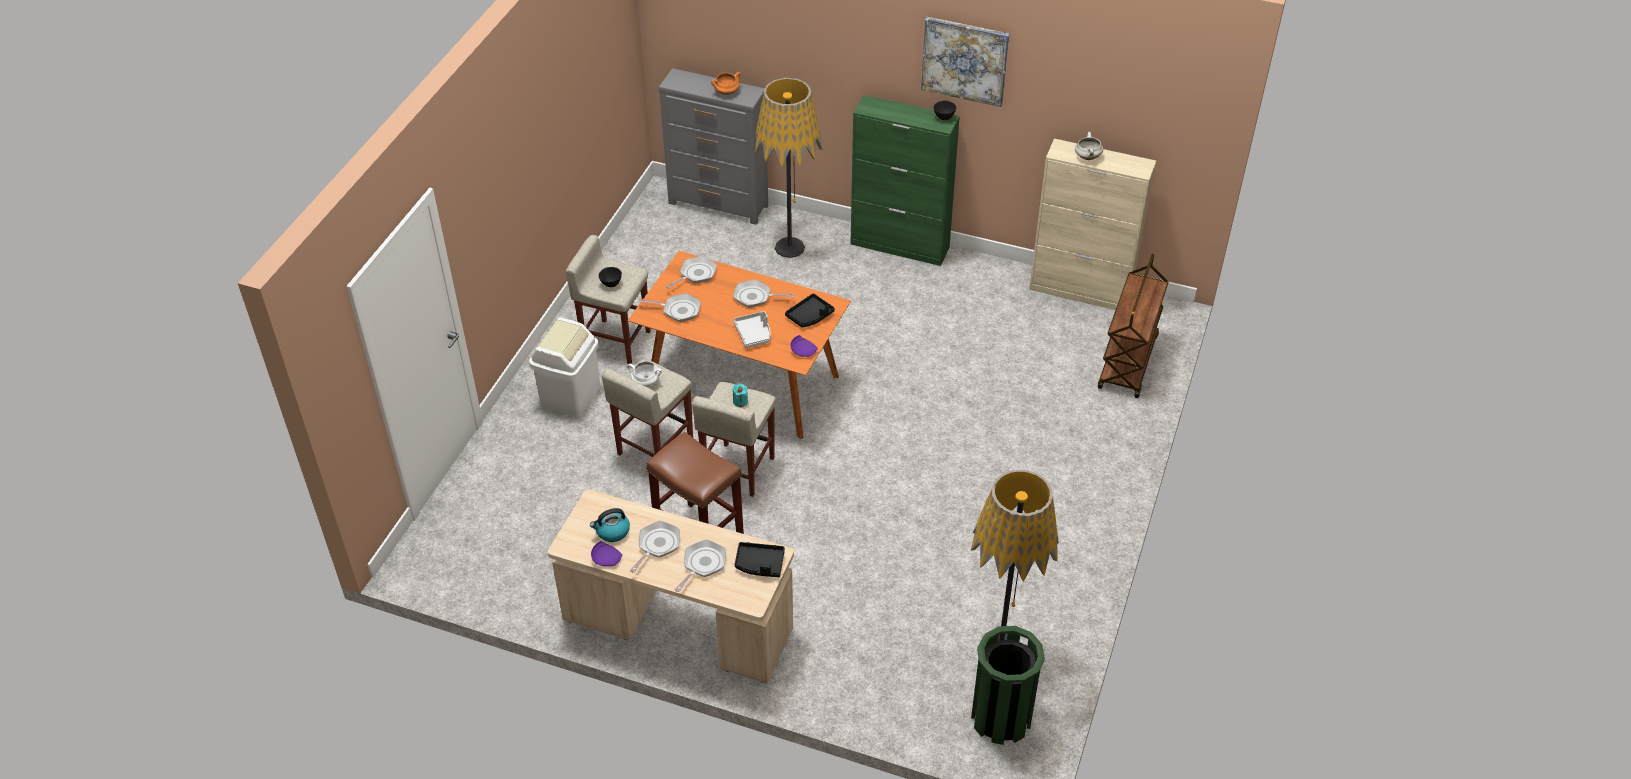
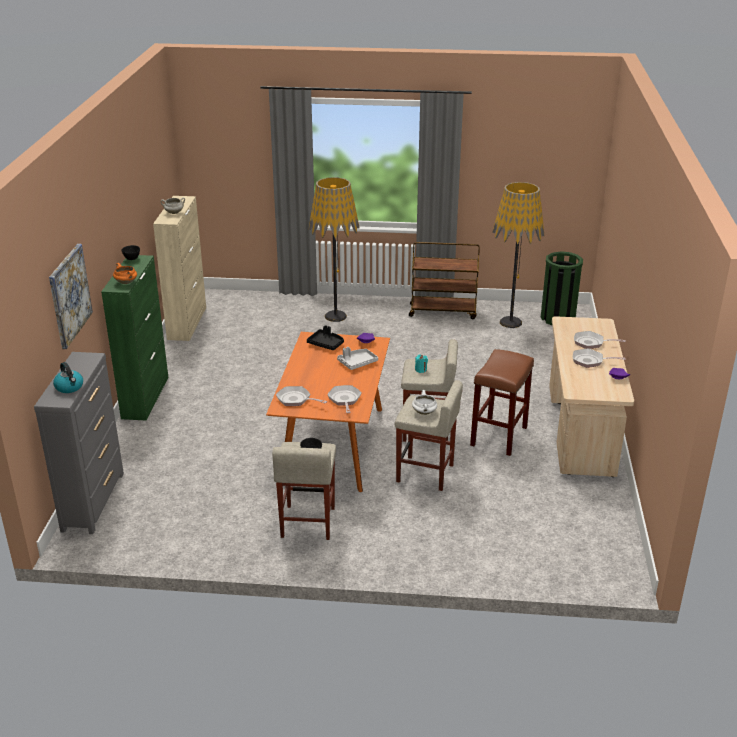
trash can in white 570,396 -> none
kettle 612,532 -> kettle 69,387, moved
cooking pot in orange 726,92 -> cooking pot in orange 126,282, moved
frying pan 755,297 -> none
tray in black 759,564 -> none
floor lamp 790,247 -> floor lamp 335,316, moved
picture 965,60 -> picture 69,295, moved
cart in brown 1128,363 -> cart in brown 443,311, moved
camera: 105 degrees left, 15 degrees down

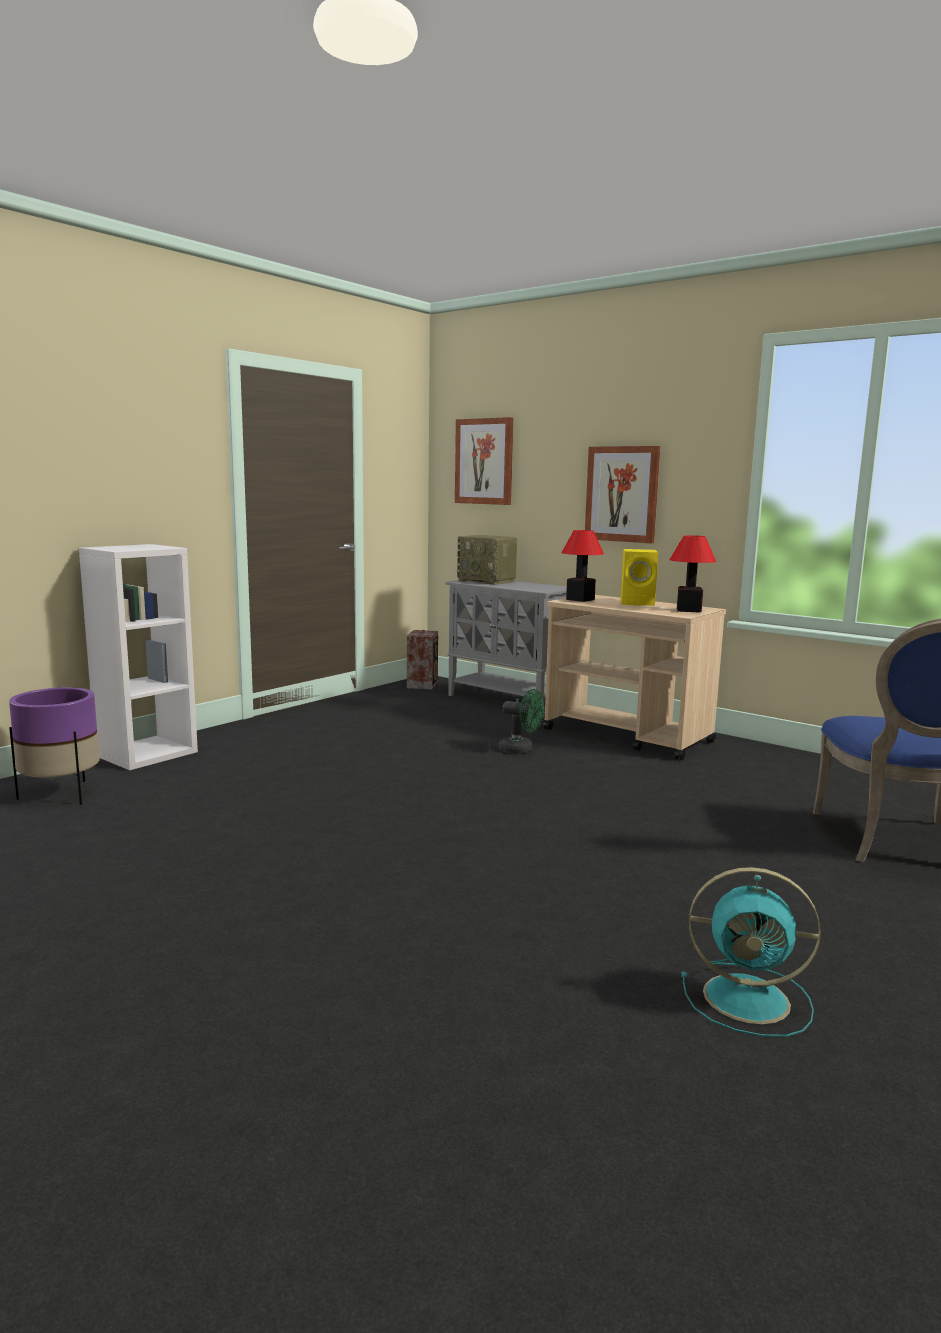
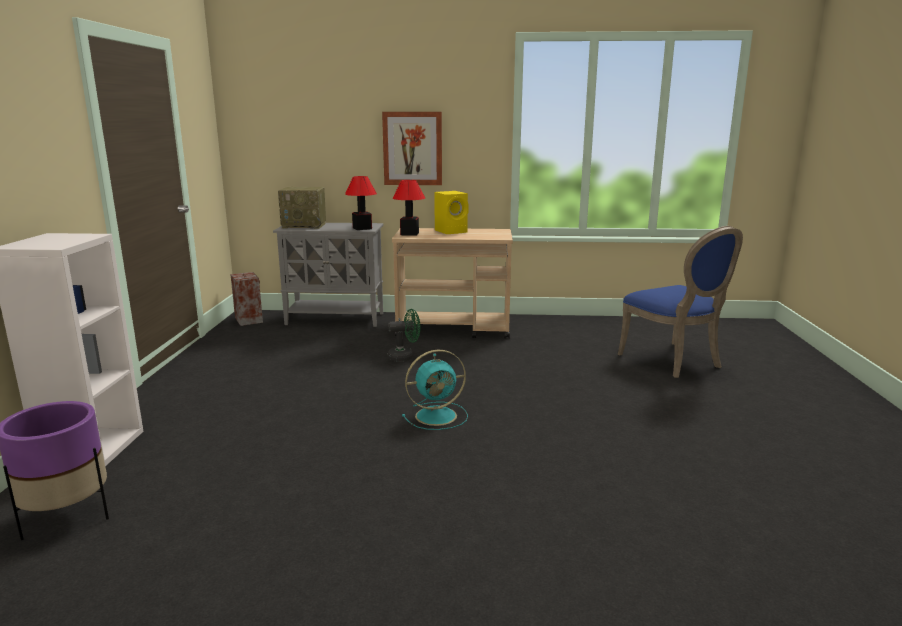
picture 484,461 -> none
table lamp 689,610 -> table lamp 362,228, moved
fan in turquoise 750,999 -> fan in turquoise 438,416, moved
camera: 35 degrees left, 5 degrees up

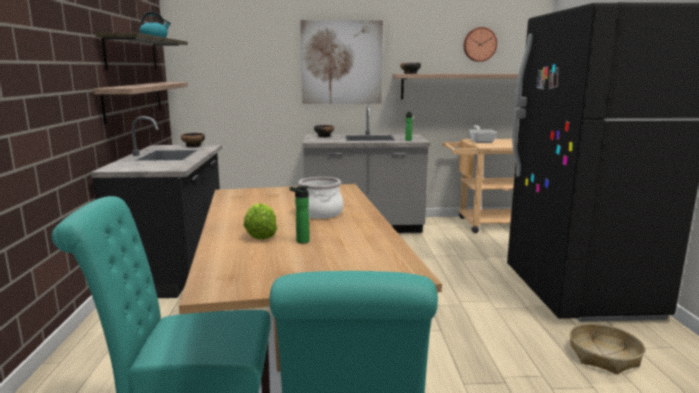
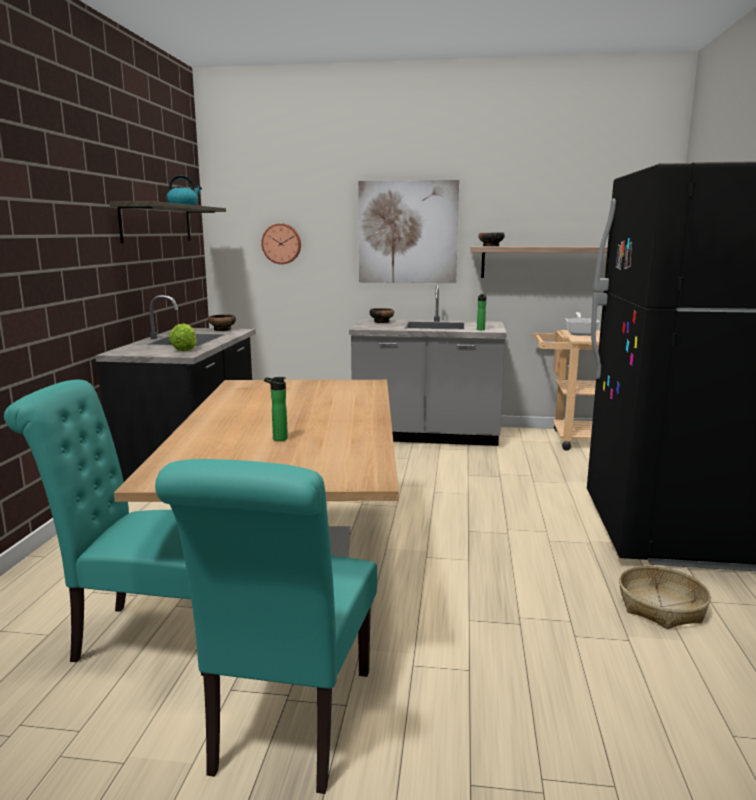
shelf 134,100 -> none
lettuce 260,235 -> lettuce 185,349, moved
cooking pot 319,213 -> none
wall clock 479,44 -> wall clock 282,243, moved
camera: 10 degrees right, 0 degrees up

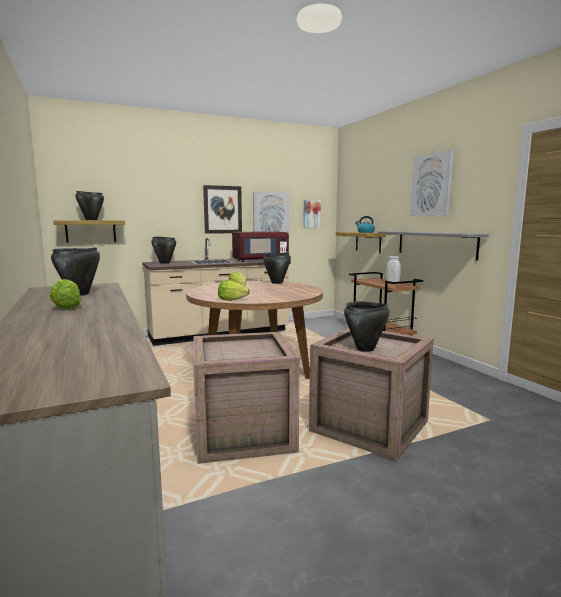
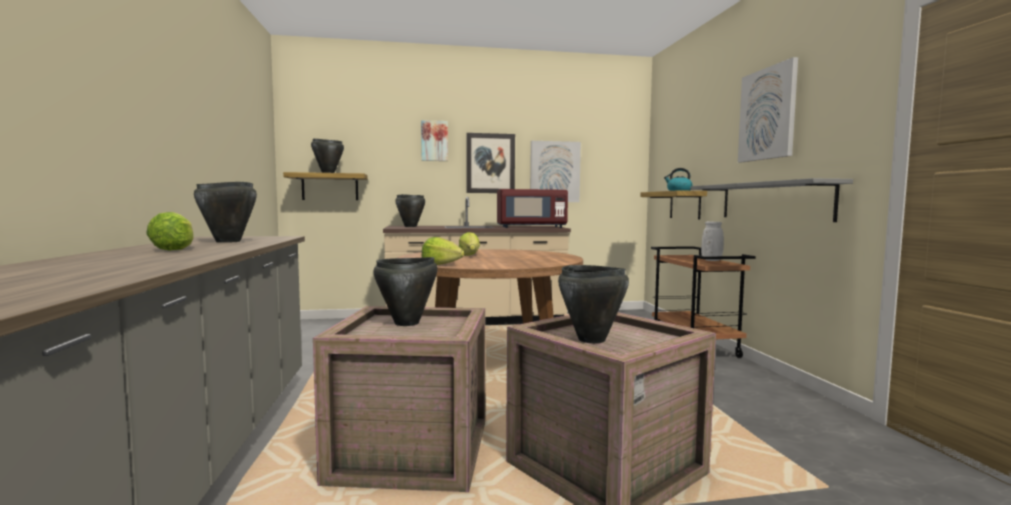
cooking pot in black 277,282 -> cooking pot in black 407,323, moved
picture 311,214 -> picture 434,141, moved
camera: 15 degrees right, 5 degrees down

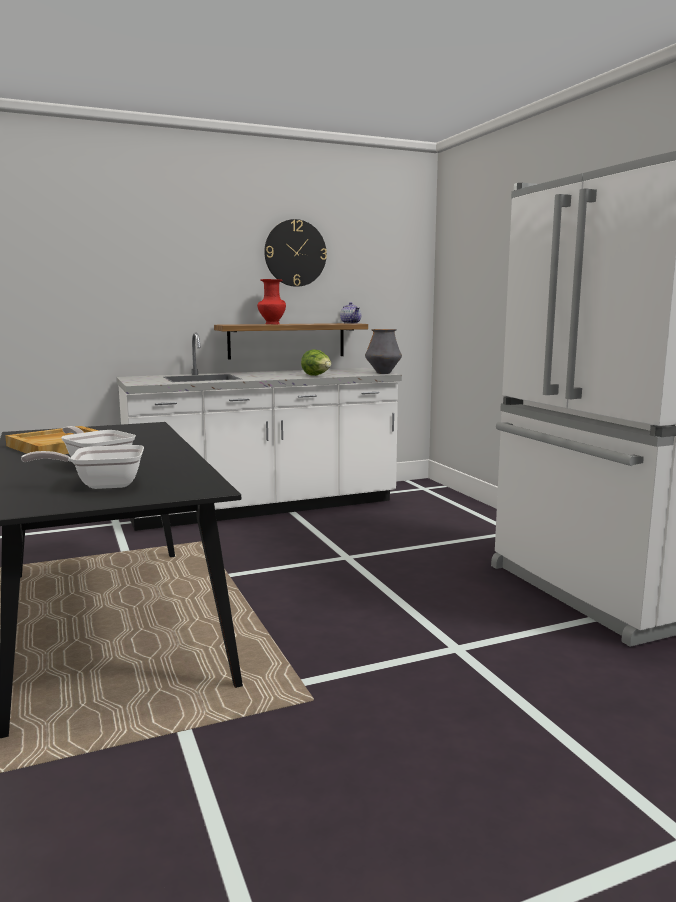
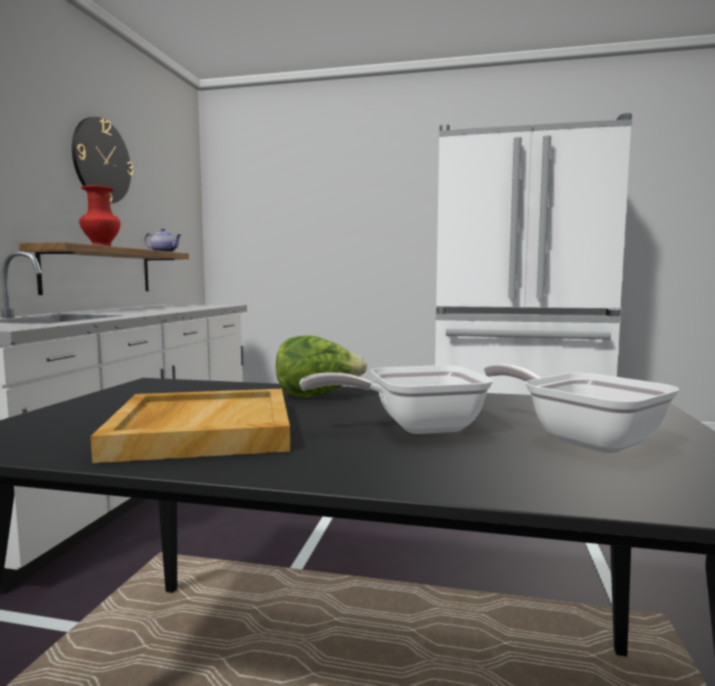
frying pan 101,485 -> frying pan 582,438, 120 degrees clockwise
lettuce 317,375 -> lettuce 317,396, moved
vase 383,373 -> none
camera: 55 degrees left, 5 degrees down

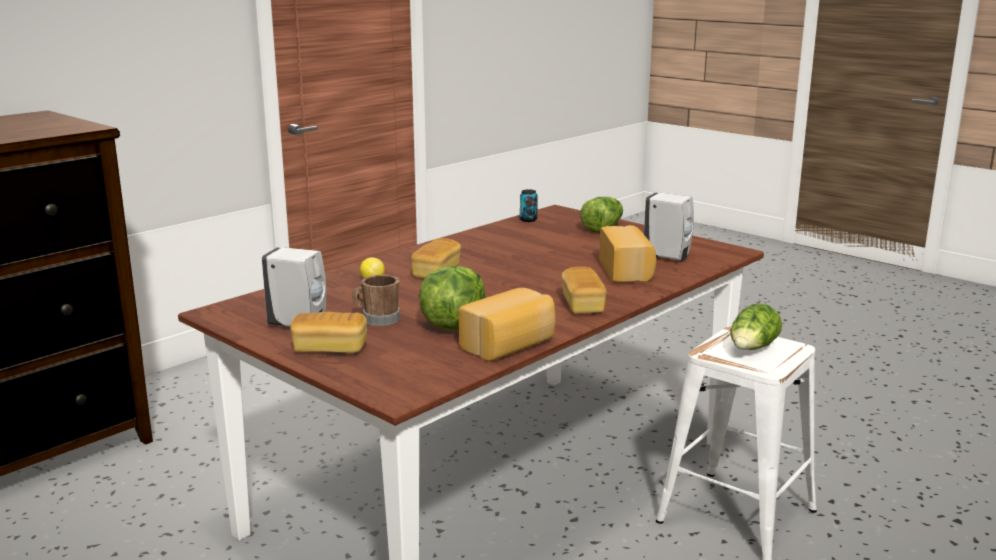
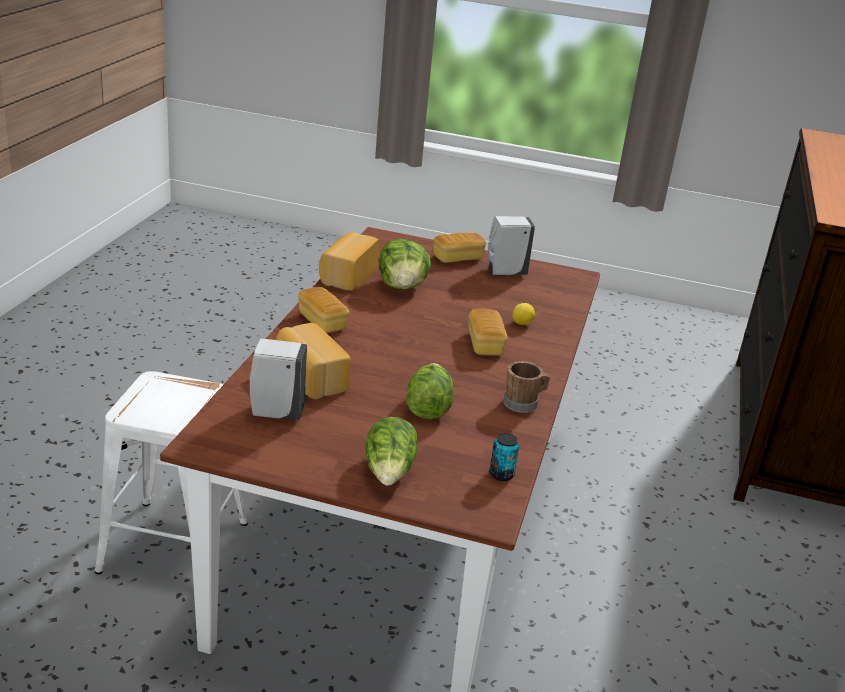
mug in brown 377,319 -> mug in brown 524,403, moved
lettuce 752,349 -> lettuce 428,406, moved
camera: 150 degrees right, 10 degrees up

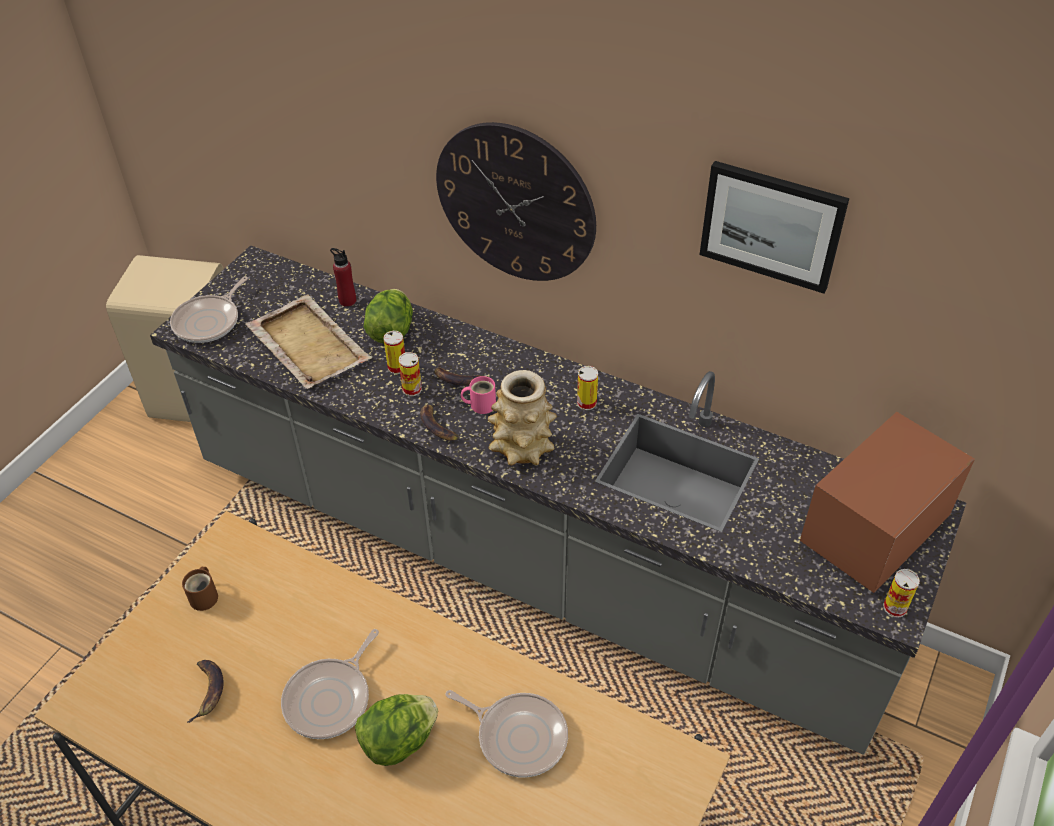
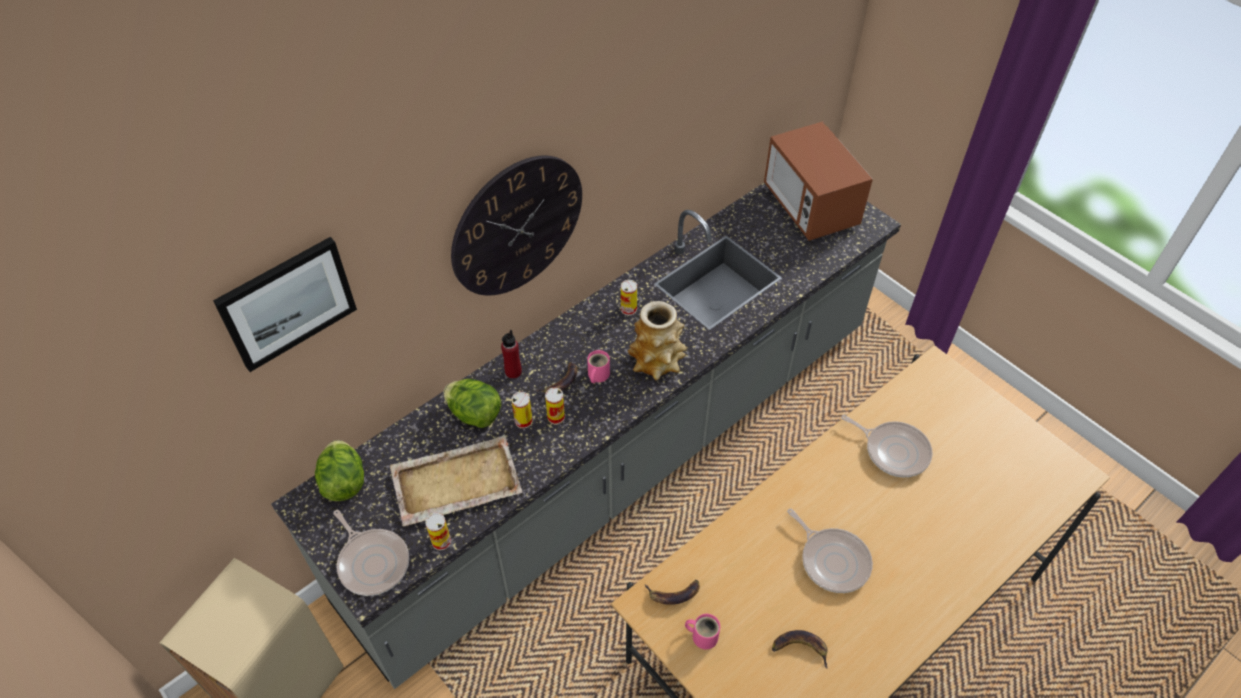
mug in brown 205,596 -> mug in pink 702,635
bottle in red 347,300 -> bottle in red 513,372, moved
lettuce 398,741 -> lettuce 344,482, moved
banana 438,425 -> banana 673,594, moved
frying pan 518,736 -> frying pan 893,450, 75 degrees clockwise
picture 771,225 -> picture 287,302, moved
can 895,607 -> can 441,541, moved
camera: 70 degrees left, 5 degrees up

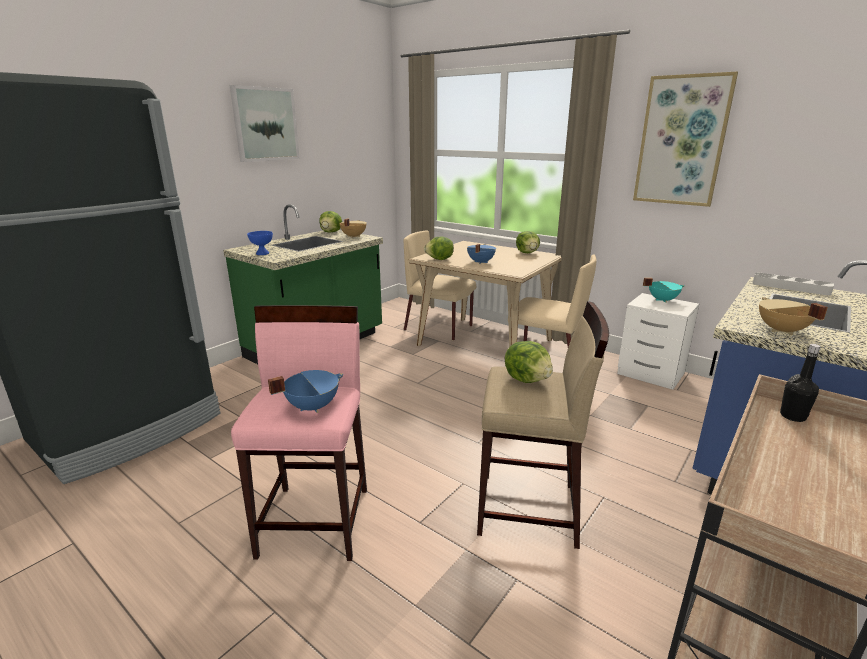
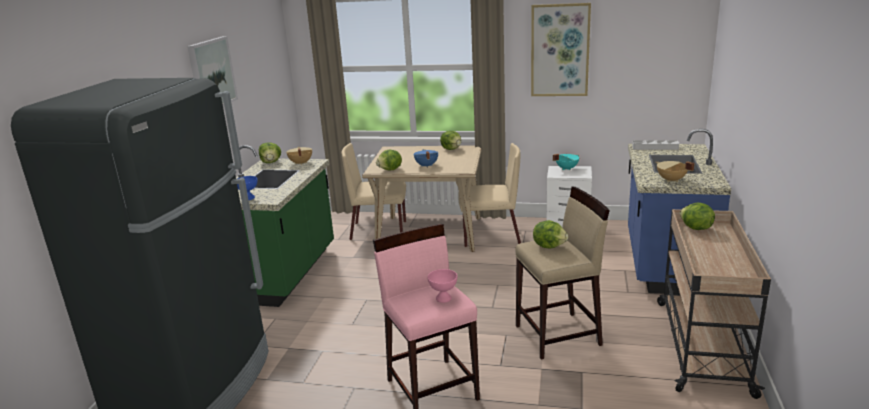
cooking pot in blue 312,406 -> bowl in pink 443,298
bottle in black 792,416 -> lettuce 695,228
camera: 25 degrees left, 0 degrees up

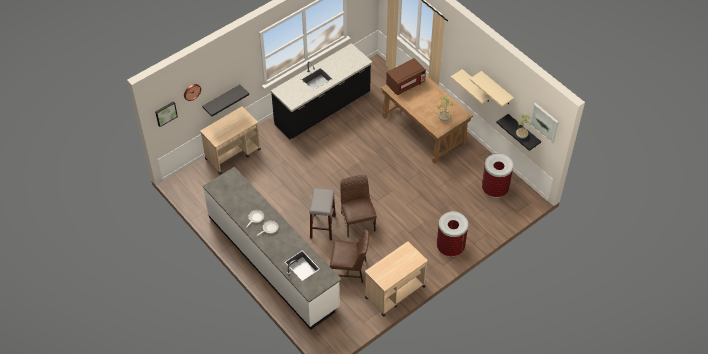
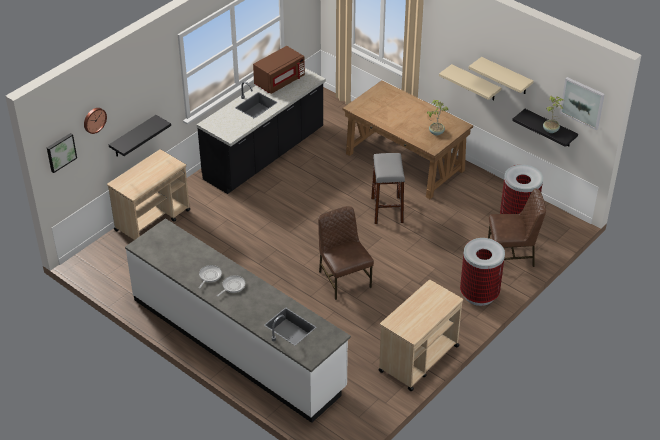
stool in grey 322,226 -> stool in grey 387,210, moved
chair in brown 349,270 -> chair in brown 511,255, moved
microwave in brown 405,83 -> microwave in brown 279,81, moved
camera: 10 degrees left, 10 degrees down

